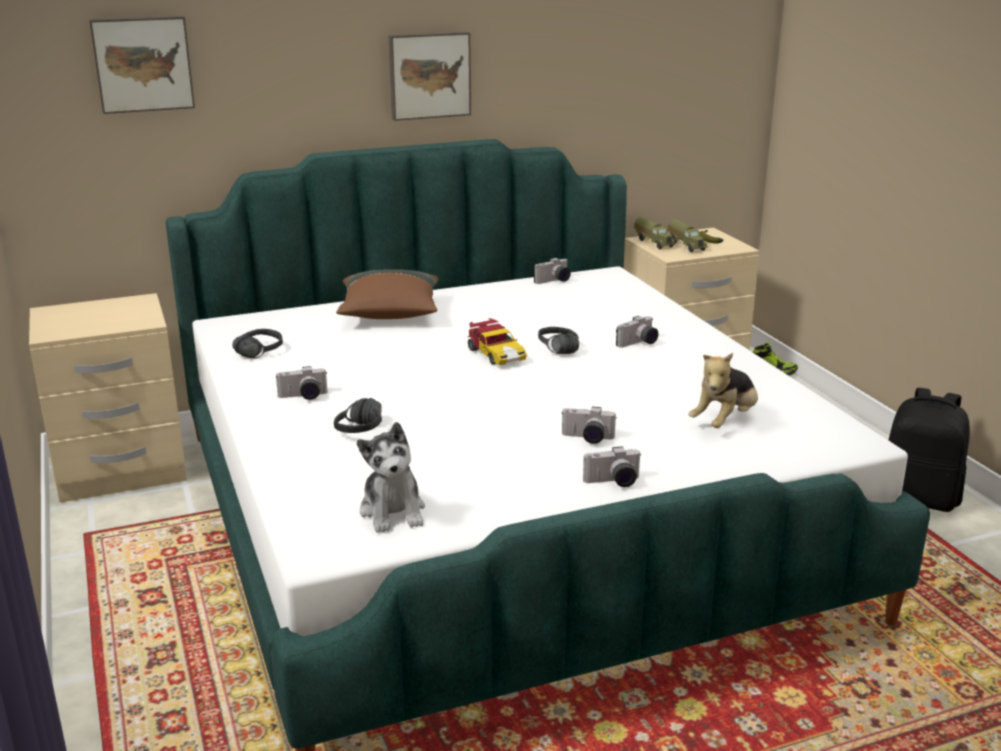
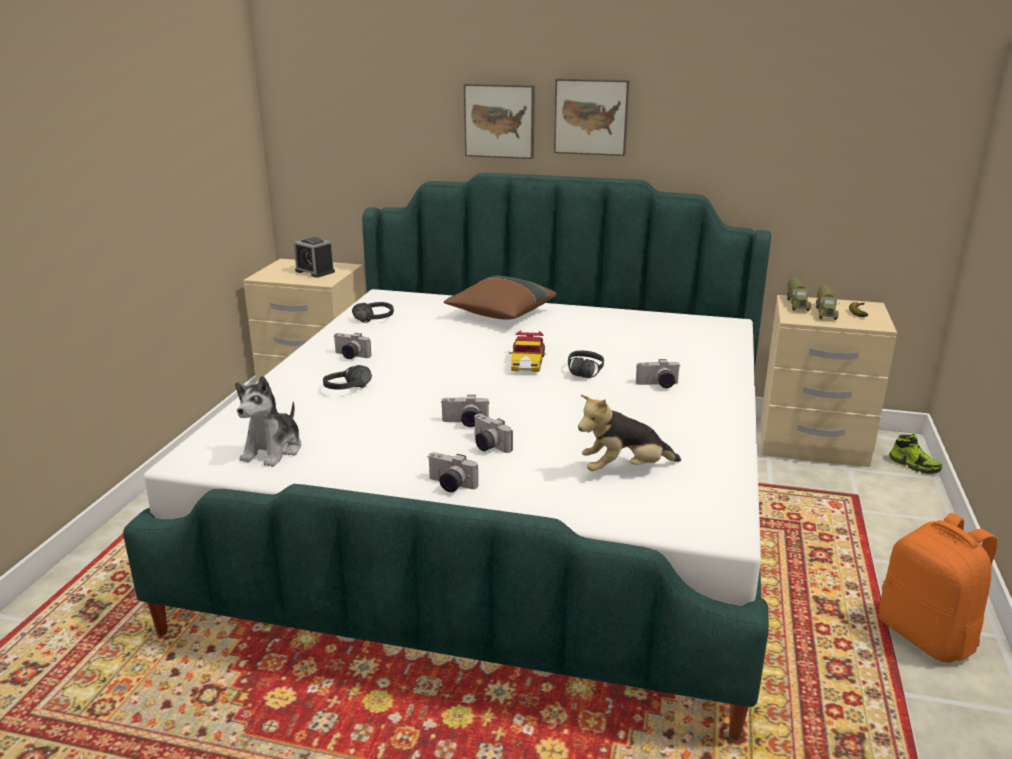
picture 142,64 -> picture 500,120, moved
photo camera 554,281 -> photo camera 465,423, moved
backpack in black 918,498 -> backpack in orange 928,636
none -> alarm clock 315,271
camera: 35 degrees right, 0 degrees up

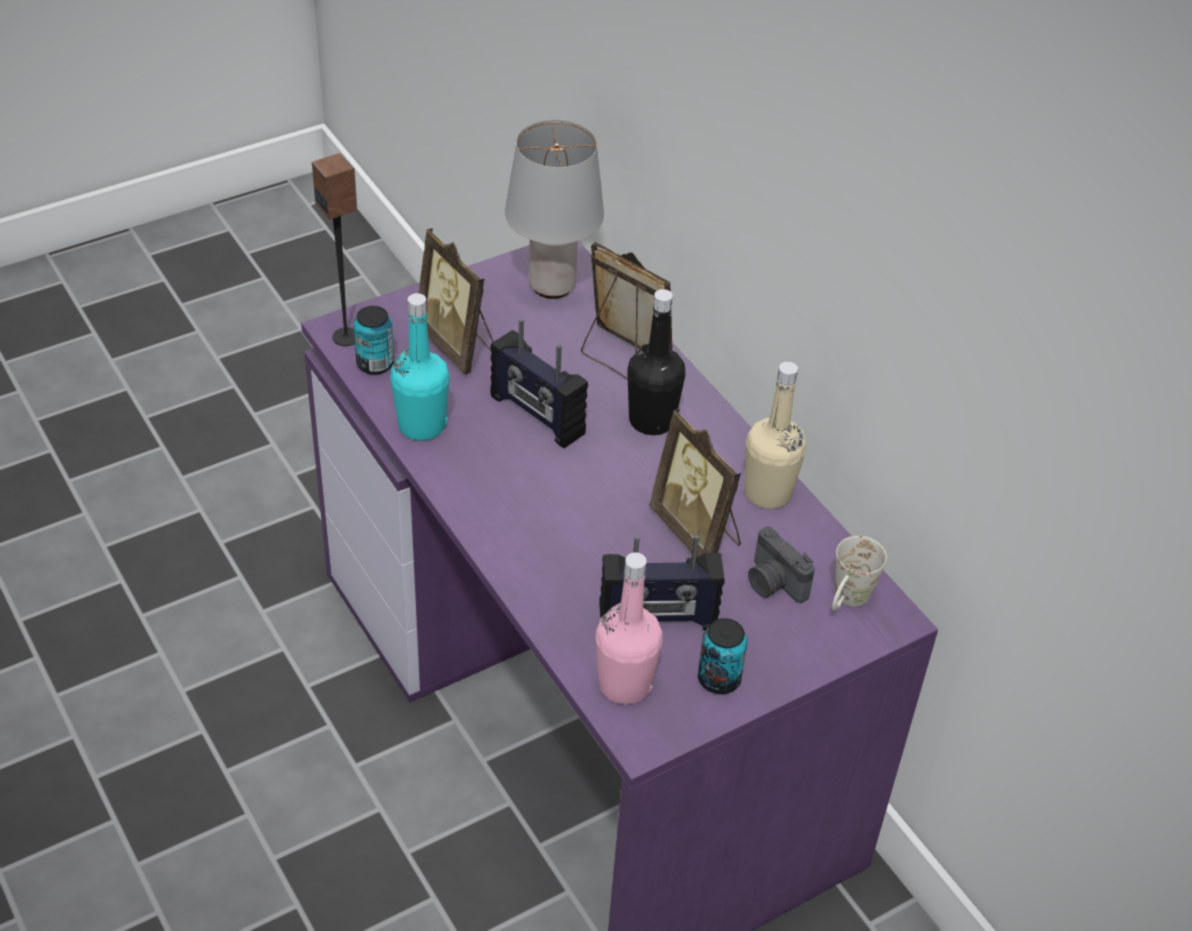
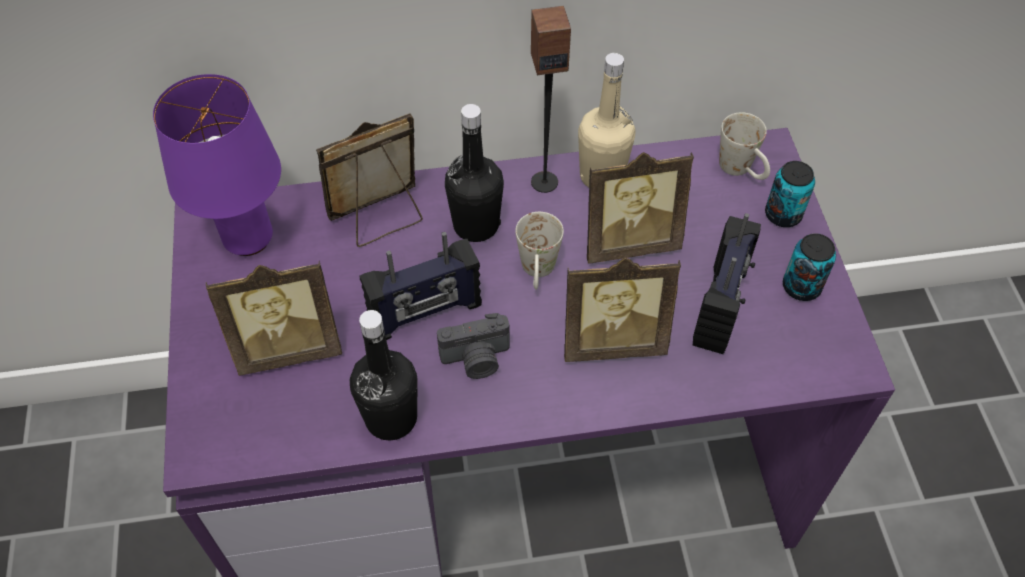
speaker 346,337 -> speaker 544,181, moved
can 375,364 -> can 783,214, moved
bottle in turquoise 421,425 -> bottle in black 391,418
table lamp in grey 550,286 -> table lamp in purple 248,240
bottle in pink 624,684 -> none
photo camera 773,583 -> photo camera 477,360, moved
none -> mug in white 538,273
none -> picture frame 612,340
camera: 65 degrees left, 10 degrees up

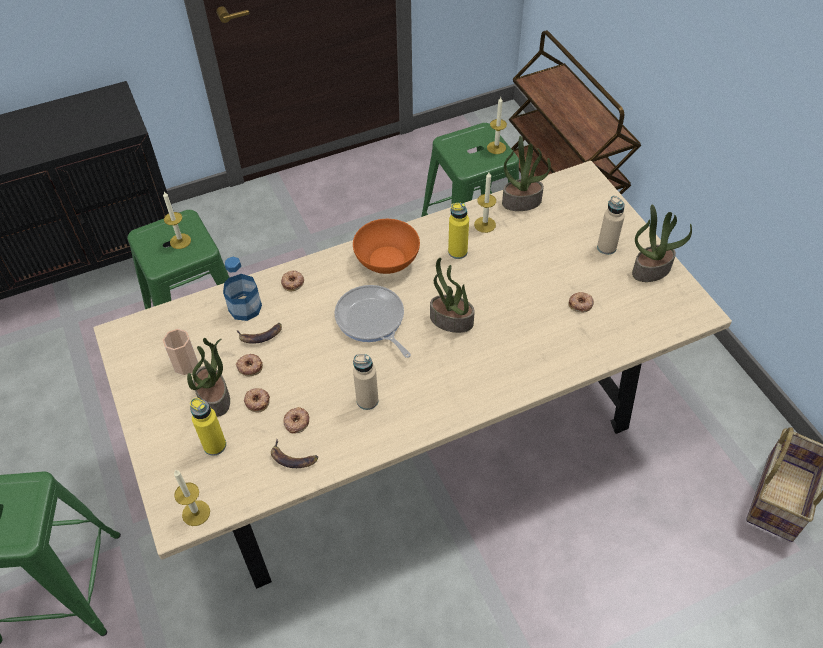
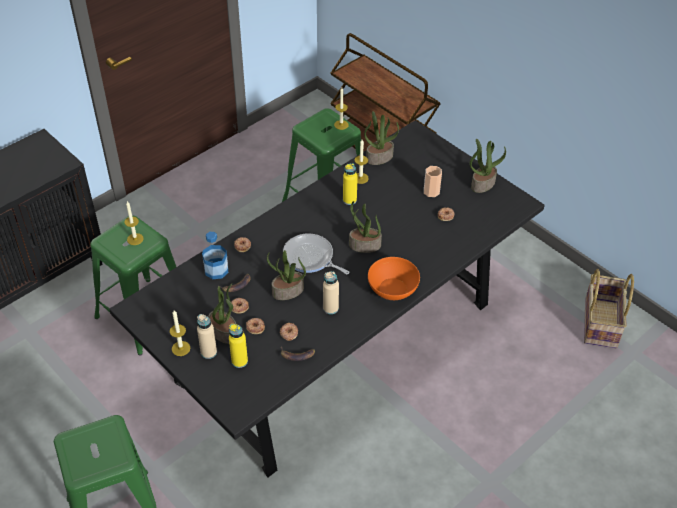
dining table in beige 414,428 -> dining table in black 337,342
cup 185,364 -> cup 431,191, moved
candle 196,513 -> candle 181,348, moved
bowl in orange 386,260 -> bowl in orange 392,289, moved
bottle in beige 606,247 -> bottle in beige 208,352, moved
none -> potted plant 287,292
camera: 20 degrees left, 5 degrees down

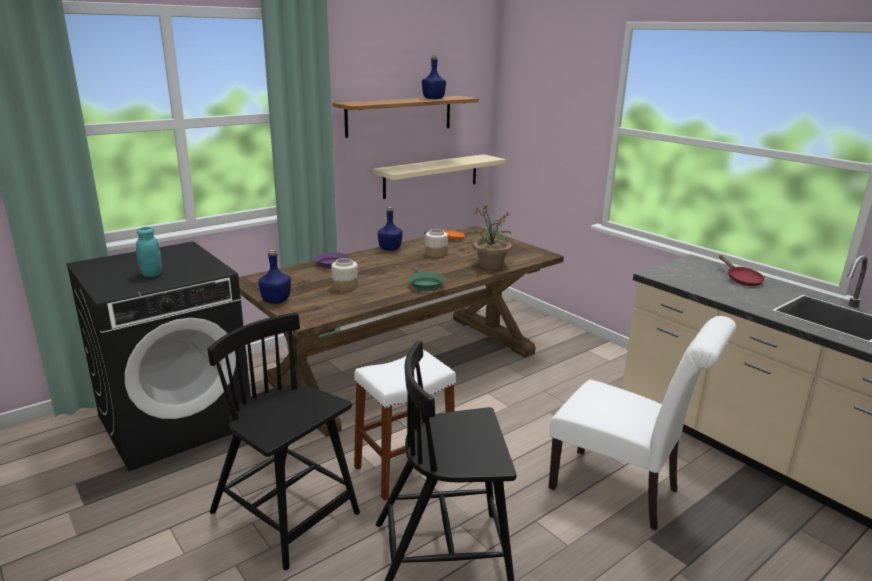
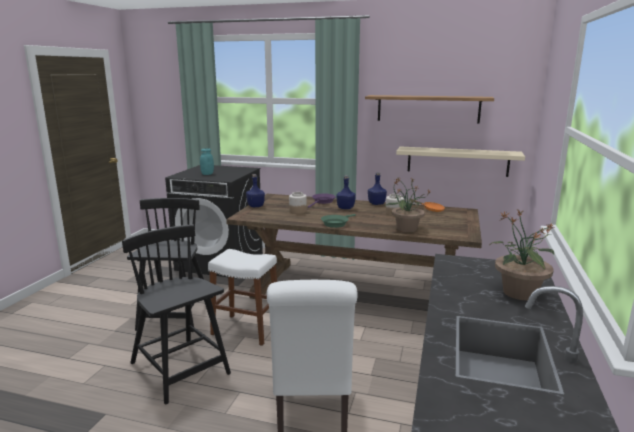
bottle in blue 433,99 -> bottle in blue 345,208, moved
frying pan in red 741,279 -> potted plant 519,293
camera: 55 degrees right, 5 degrees down

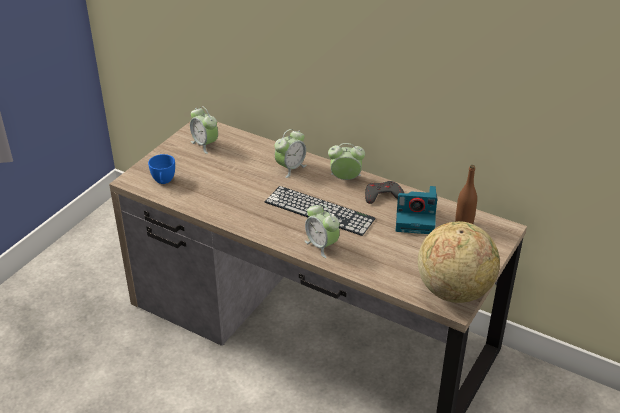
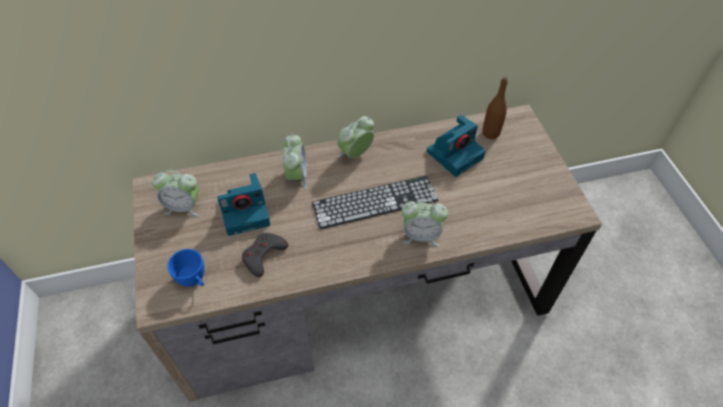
game controller in grey 383,195 -> game controller in grey 263,255, moved
globe 454,290 -> none
none -> photo camera 246,211
camera: 45 degrees left, 15 degrees up

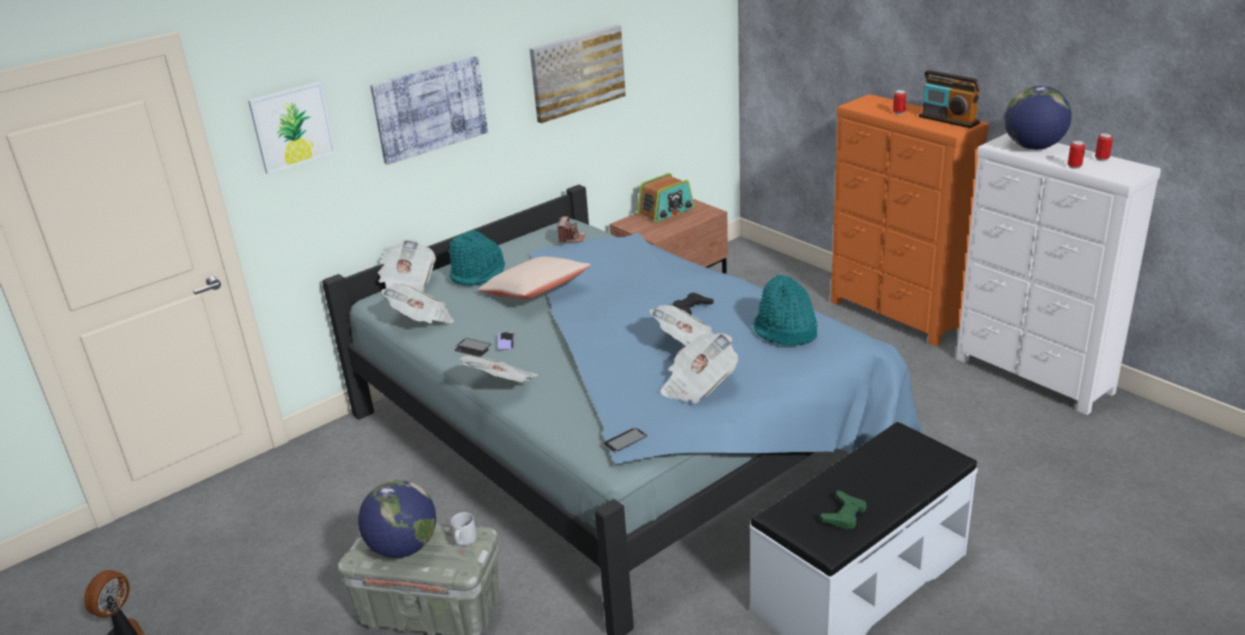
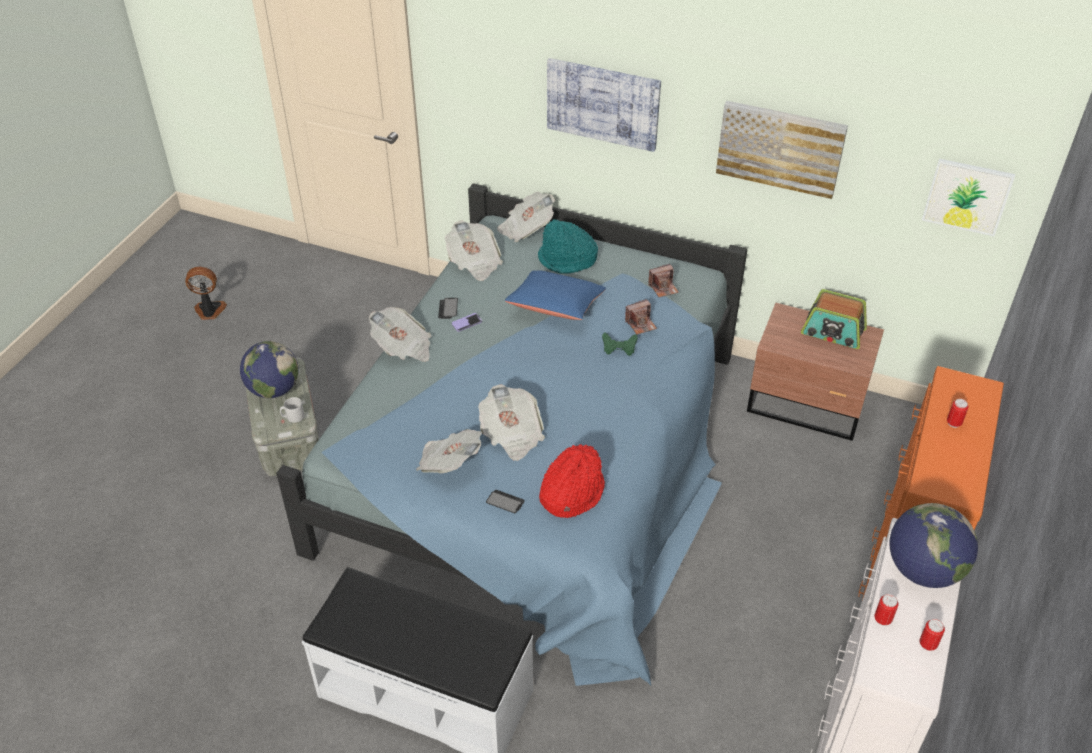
picture 292,127 -> picture 967,196, moved
pillow in beige 535,293 -> pillow in blue 556,307
phone 625,441 -> phone 505,502, moved
game controller in black 691,308 -> none
hat in turquoise 784,331 -> hat in red 571,493
game controller in green 844,514 -> game controller in green 619,347, moved
radio 948,120 -> none
none -> photo camera 641,324
camera: 60 degrees right, 15 degrees up

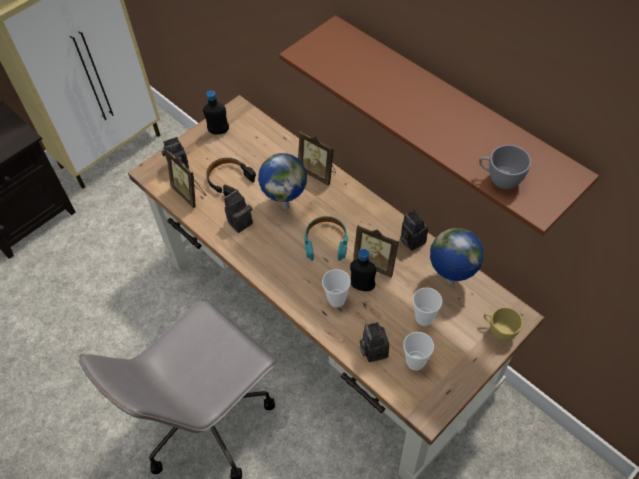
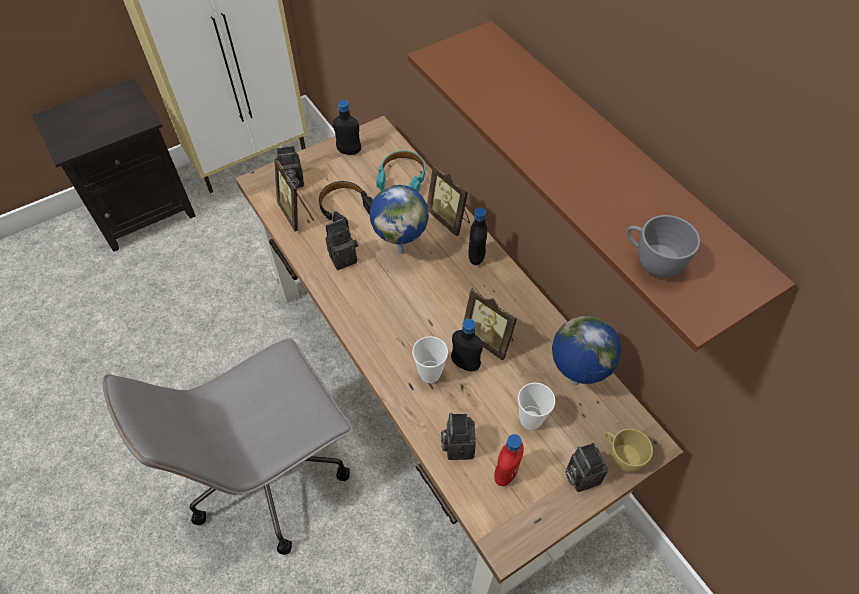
headphones in turquoise 326,241 -> headphones in turquoise 402,177, moved
photo camera 411,240 -> photo camera 580,475, moved
cup 415,362 -> bottle in red 505,473
none -> bottle in black 476,257
camera: 10 degrees right, 0 degrees up

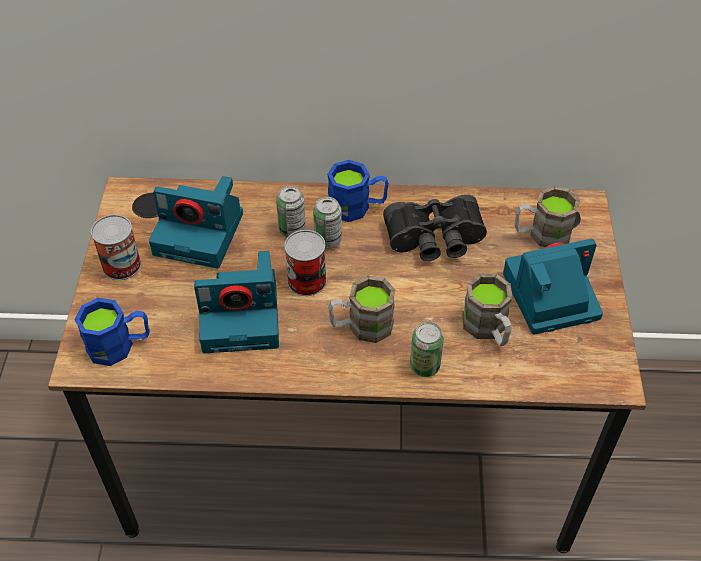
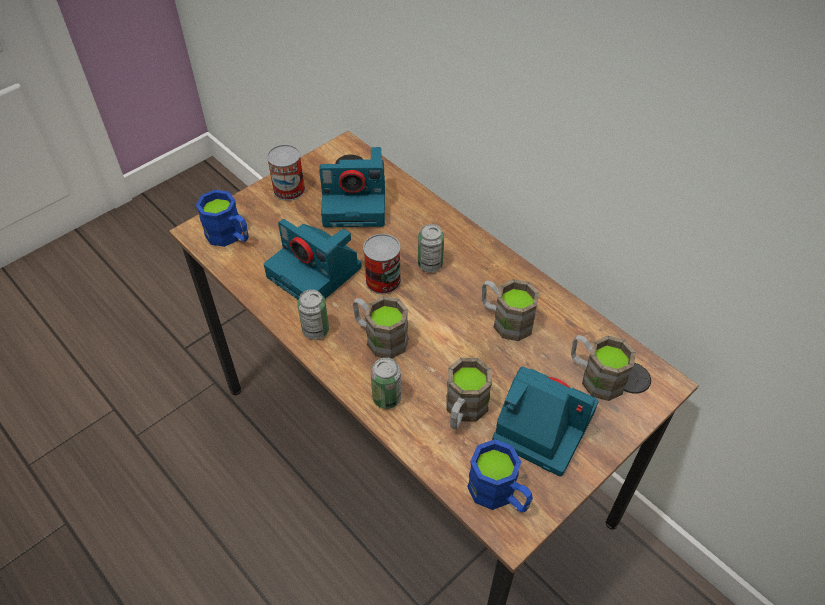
photo camera 201,233 -> photo camera 356,202, 60 degrees counterclockwise
can 292,229 -> can 315,330, moved
mug in blue 357,207 -> mug in blue 499,494, moved
binoculars in black 435,240 -> mug in brown 505,320
camera: 45 degrees right, 0 degrees up

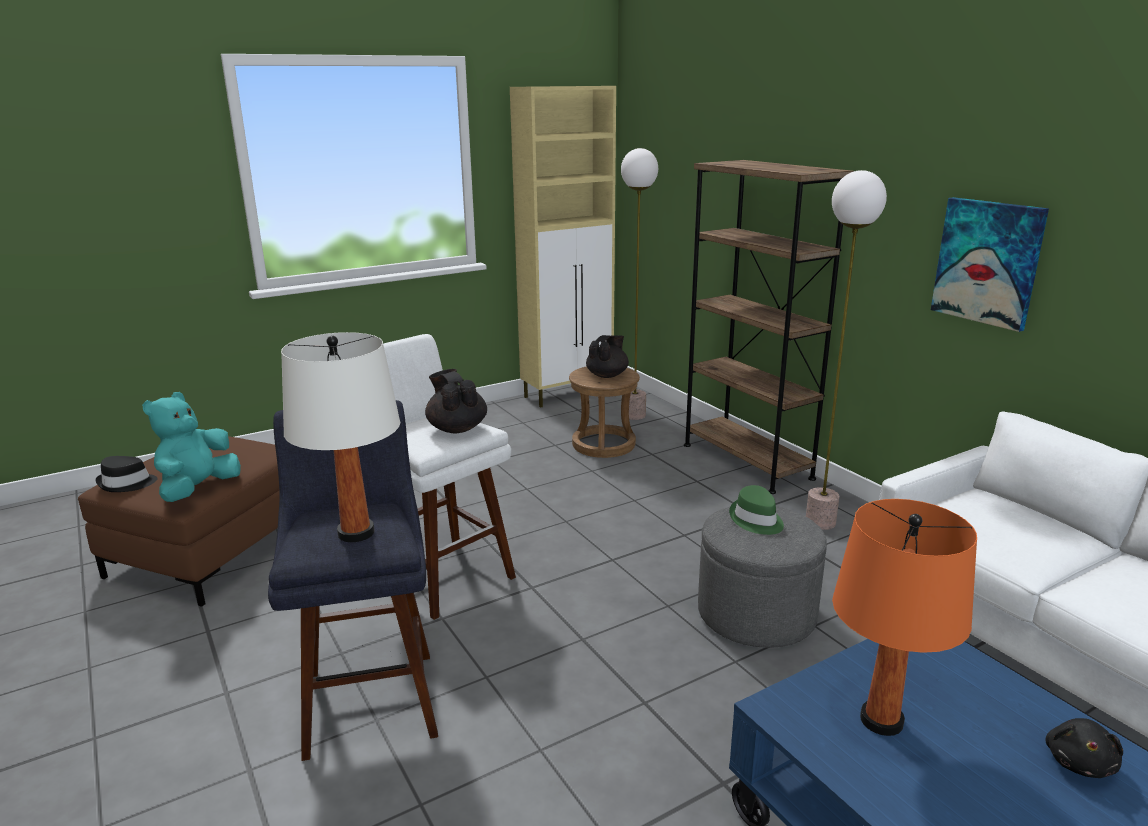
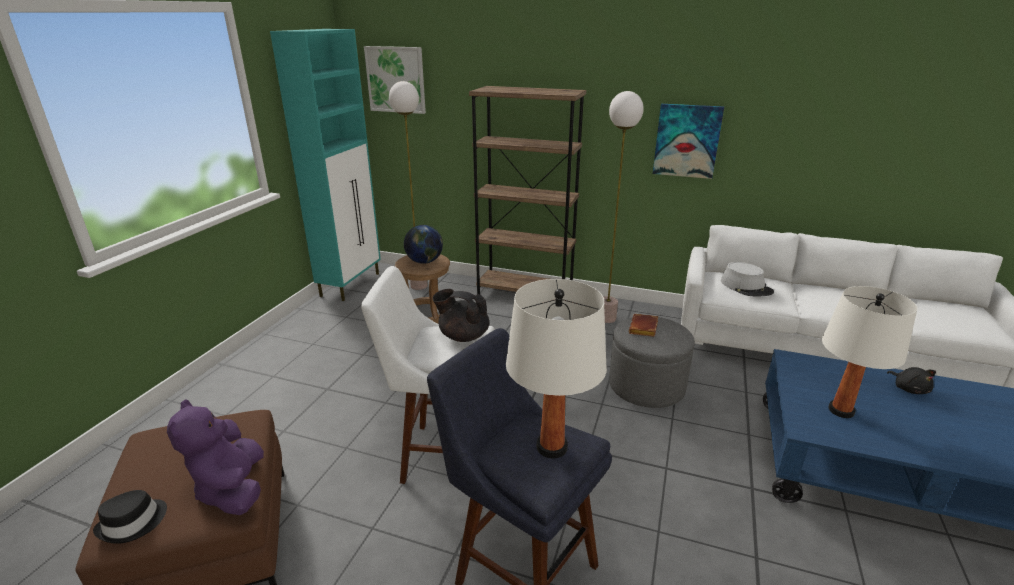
plush toy in turquoise 198,490 -> plush toy in purple 233,489
cabinet in beige 568,394 -> cabinet in turquoise 351,284
teapot in black 607,375 -> globe 424,261
hat in green 756,520 -> book in brown 644,329
table lamp in orange 881,721 -> table lamp in white 841,411
none -> picture 396,79
none -> hat in grey 746,286
camera: 40 degrees left, 5 degrees up

